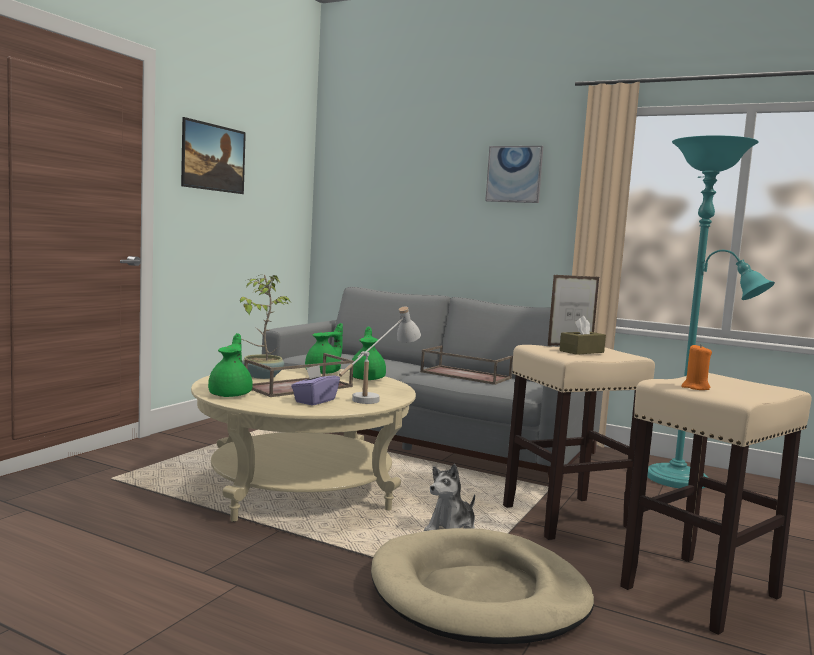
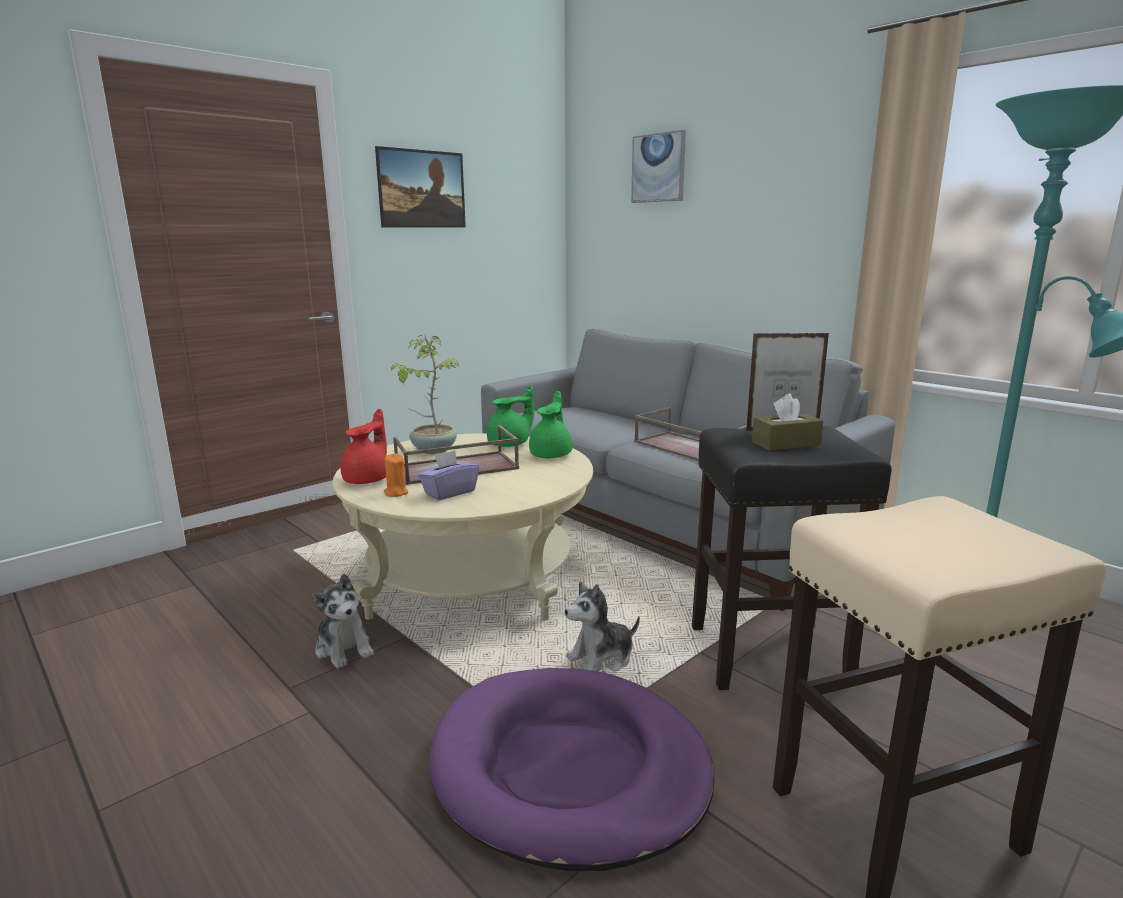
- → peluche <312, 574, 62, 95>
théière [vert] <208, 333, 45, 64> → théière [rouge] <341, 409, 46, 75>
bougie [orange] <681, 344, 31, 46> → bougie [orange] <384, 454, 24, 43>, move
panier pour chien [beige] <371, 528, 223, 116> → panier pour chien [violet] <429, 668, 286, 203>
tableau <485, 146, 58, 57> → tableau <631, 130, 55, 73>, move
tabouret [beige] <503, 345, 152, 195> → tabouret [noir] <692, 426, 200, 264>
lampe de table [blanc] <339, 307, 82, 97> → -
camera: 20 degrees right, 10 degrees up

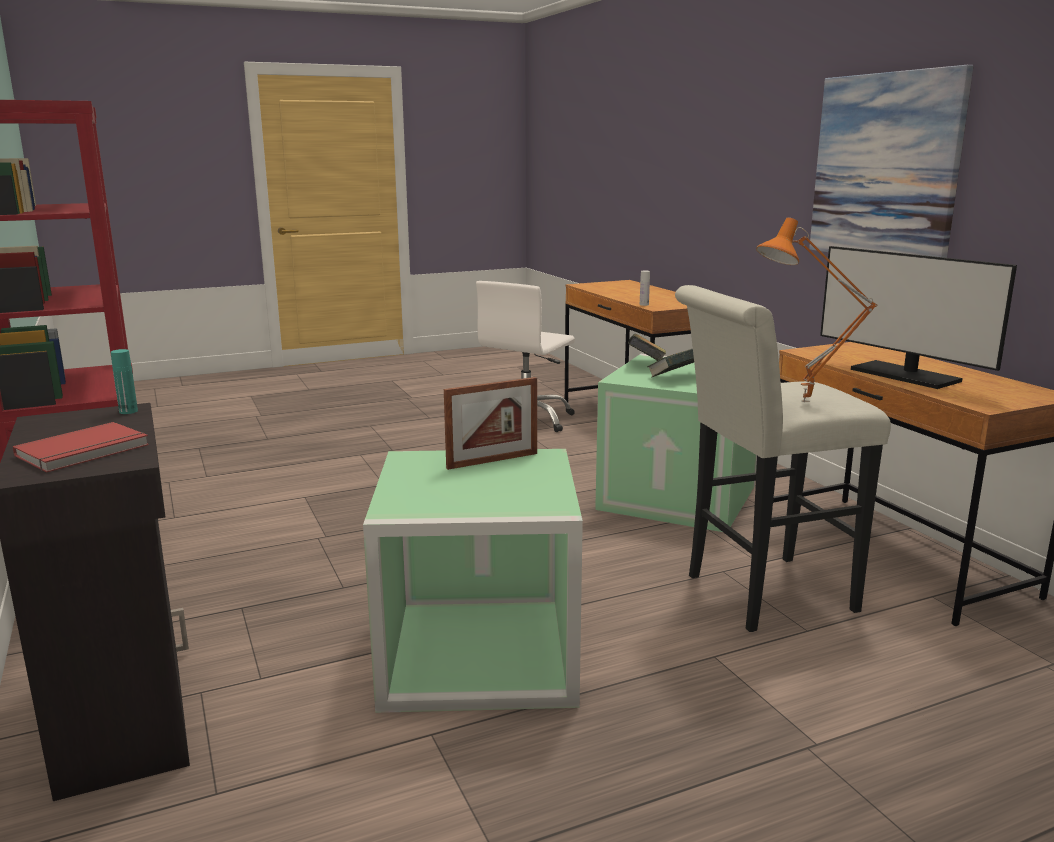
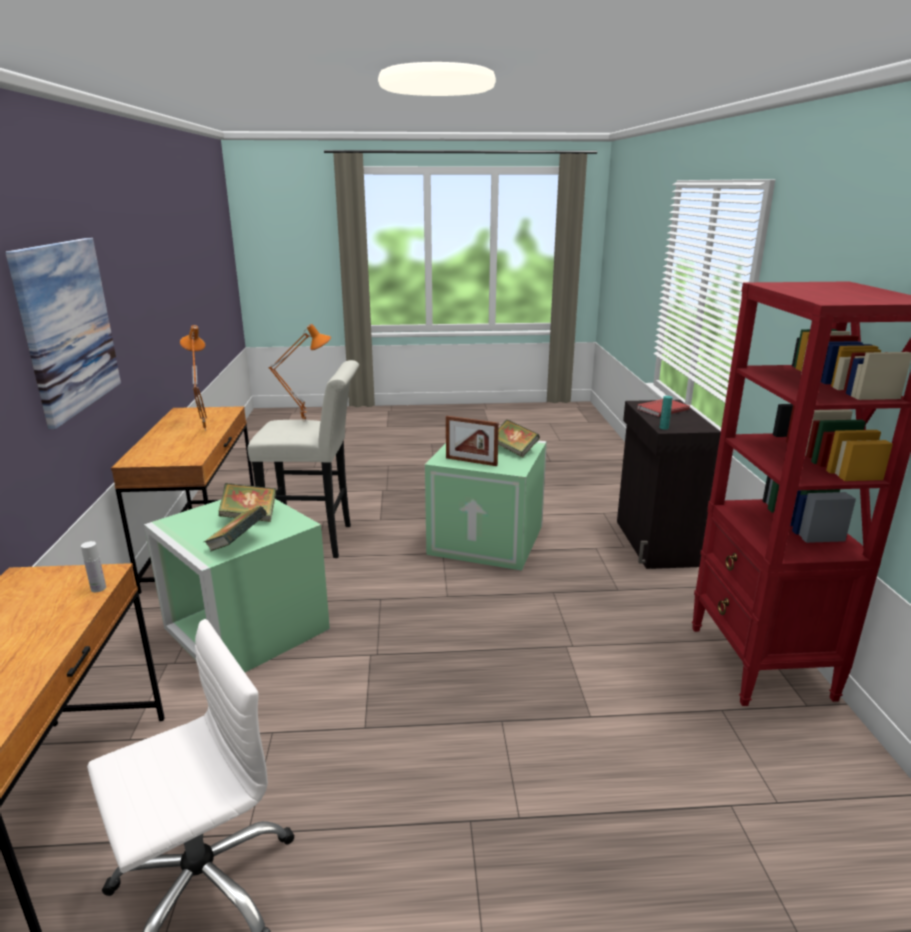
écran d'ordinateur <820, 246, 197, 143> → lampe de table [orange] <180, 325, 27, 105>
cadre photo <444, 377, 93, 93> → cadre photo <446, 416, 53, 50>, 150 degrees counterclockwise
- → livre <498, 419, 42, 38>
camera: 160 degrees left, 5 degrees up

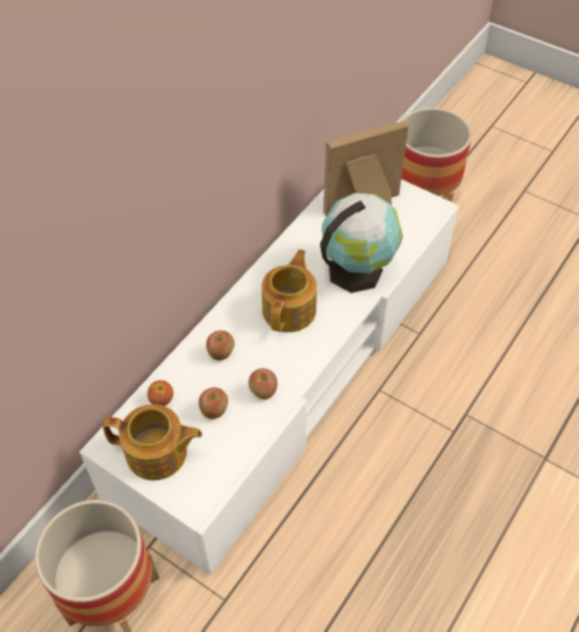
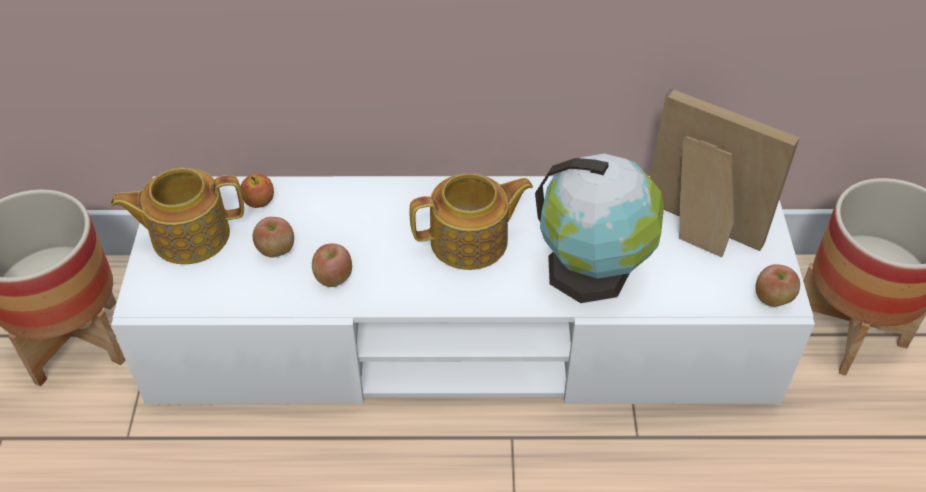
théière <103, 404, 99, 77> → théière <110, 168, 134, 96>, 105 degrees clockwise
pomme <206, 330, 28, 30> → pomme <755, 264, 45, 43>, move
camera: 55 degrees right, 5 degrees down

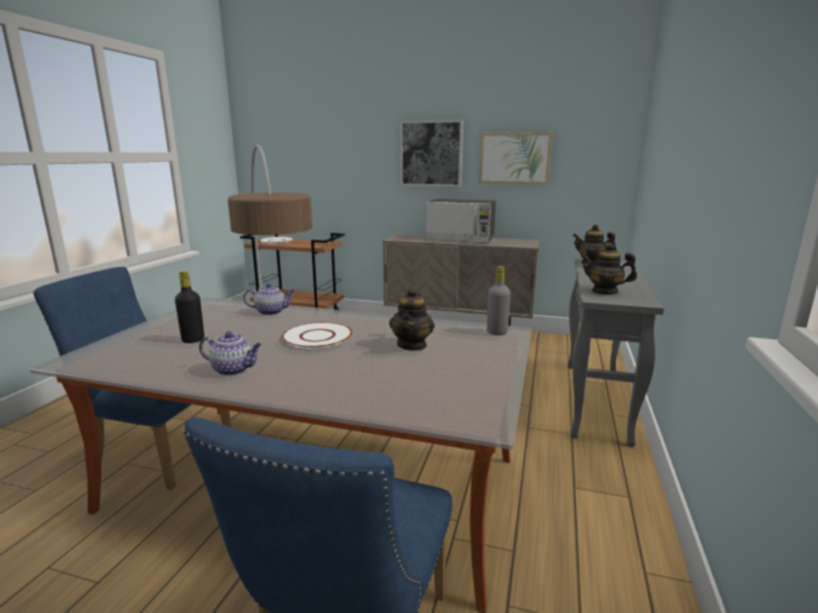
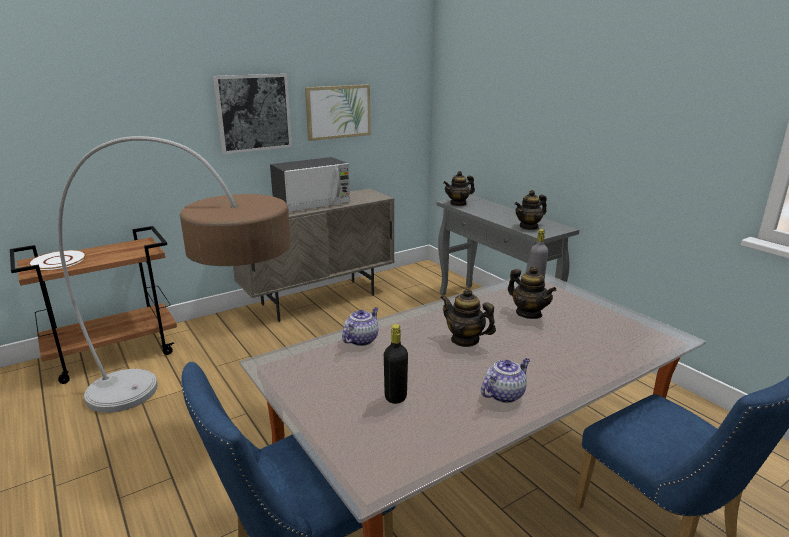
assiette [blanc] <282, 322, 70, 27> → théière <440, 288, 56, 59>
camera: 50 degrees left, 5 degrees up

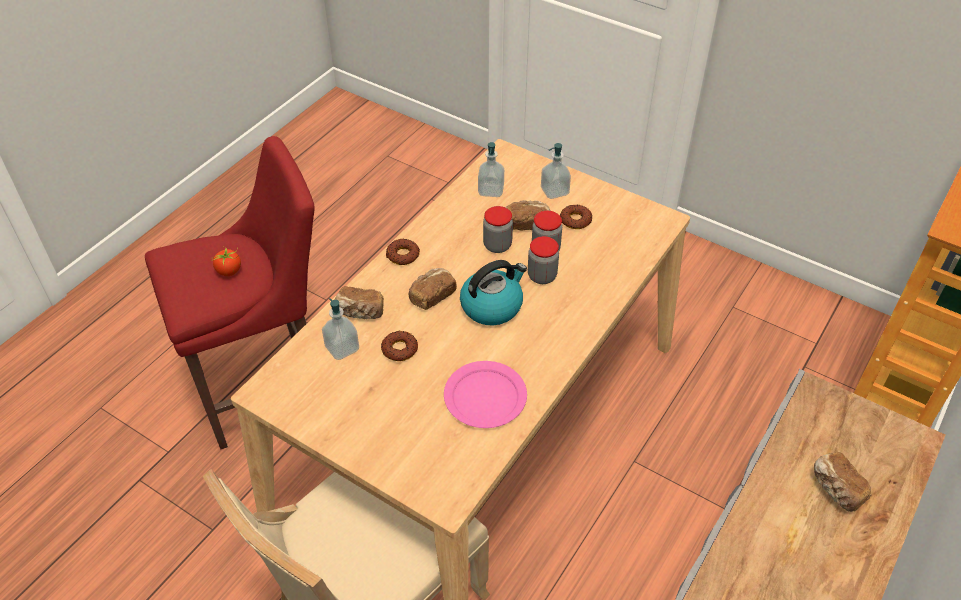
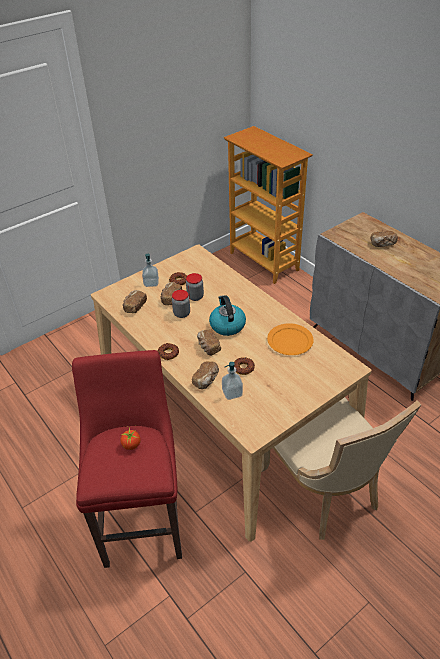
distributeur de savon <478, 142, 26, 55> → pain <122, 290, 25, 23>
assiette [rose] <444, 361, 83, 67> → assiette [orange] <267, 323, 47, 32>
bocal <528, 236, 31, 48> → -
camera: 70 degrees left, 5 degrees down

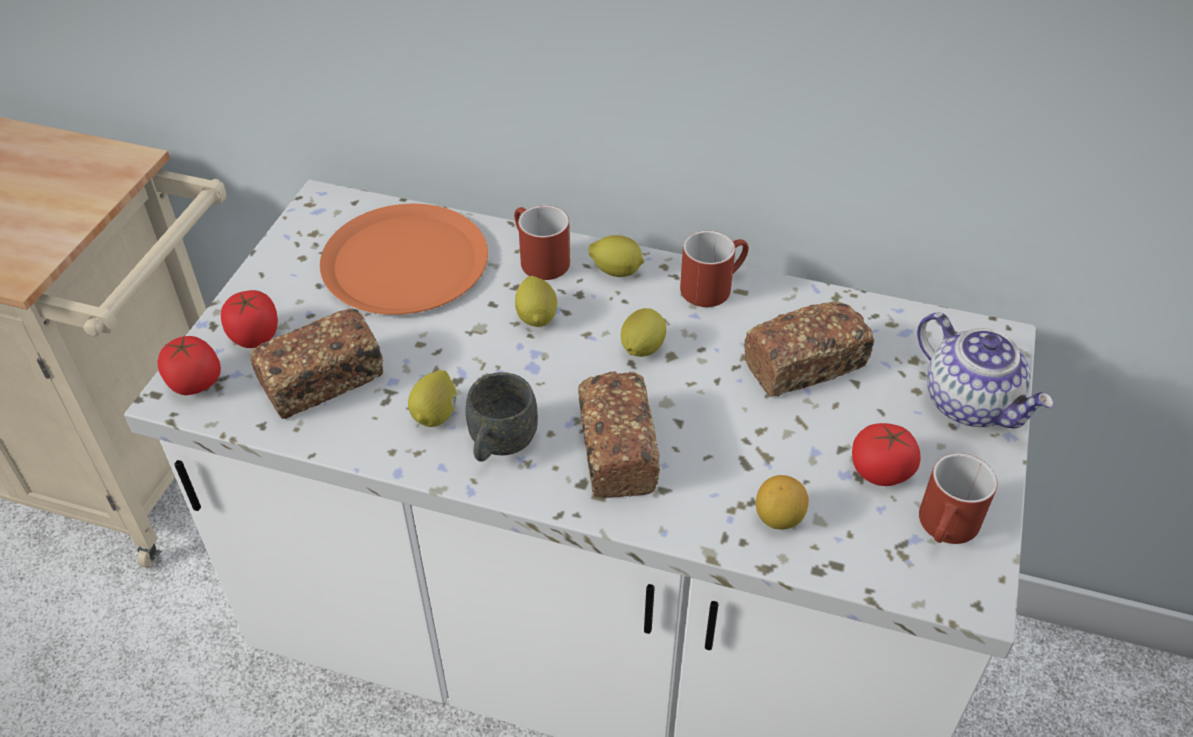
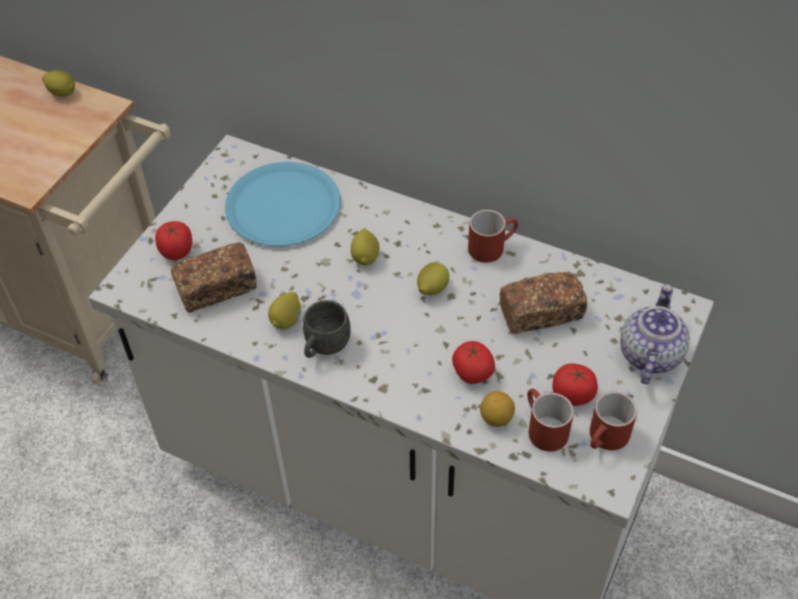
citron <588, 235, 56, 42> → citron <42, 70, 33, 27>, move
assiette [orange] <320, 204, 168, 111> → assiette [bleu] <225, 162, 116, 84>
tomate <157, 334, 64, 61> → tomate <452, 341, 43, 43>, move
mug [rouge] <514, 205, 56, 75> → mug [rouge] <527, 389, 47, 63>, move
théière <917, 313, 137, 116> → théière <620, 284, 70, 100>, 135 degrees counterclockwise
pain <578, 372, 82, 126> → -
camera: 10 degrees right, 5 degrees up

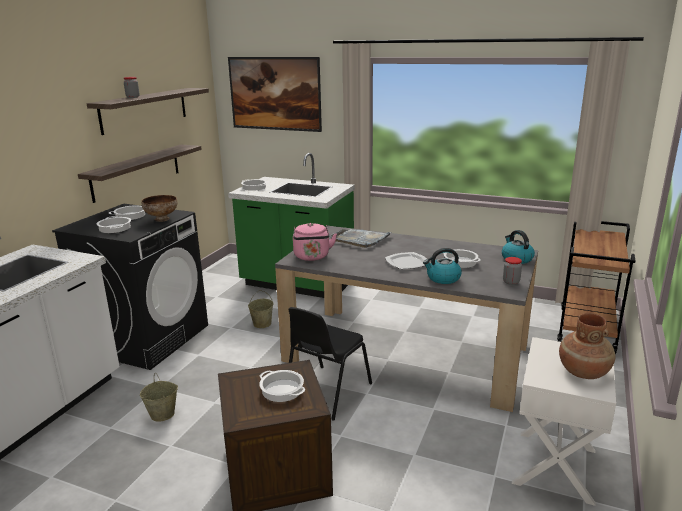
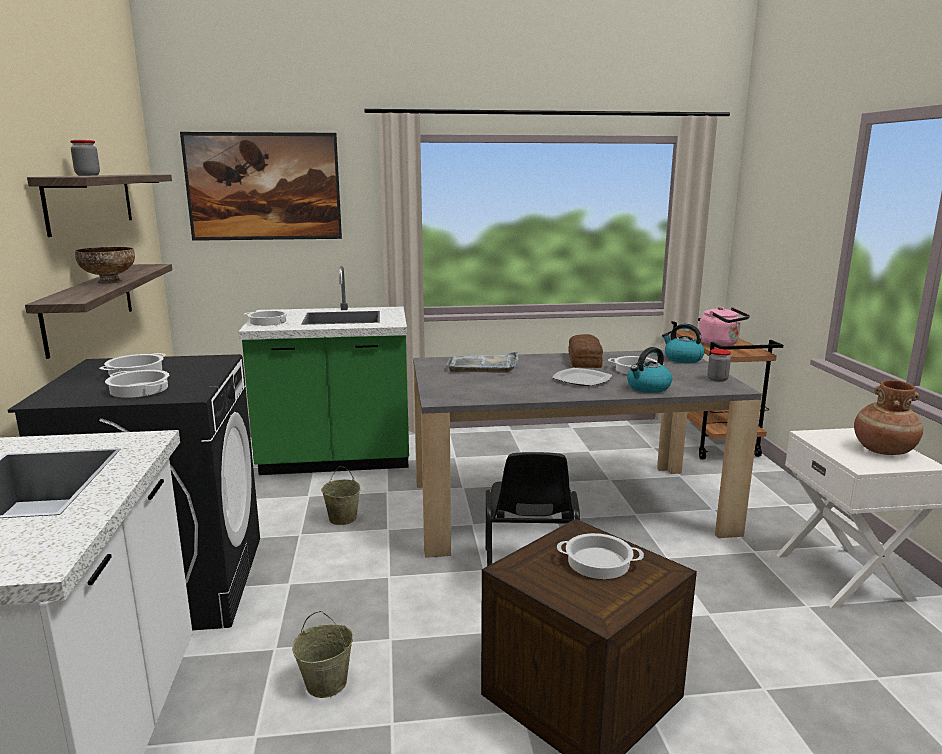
bol <141, 195, 36, 27> → bol <75, 247, 60, 37>, move
- → pain <568, 334, 35, 34>
bouilloire [rose] <293, 223, 44, 38> → bouilloire [rose] <699, 307, 51, 39>, move
camera: 30 degrees left, 5 degrees down

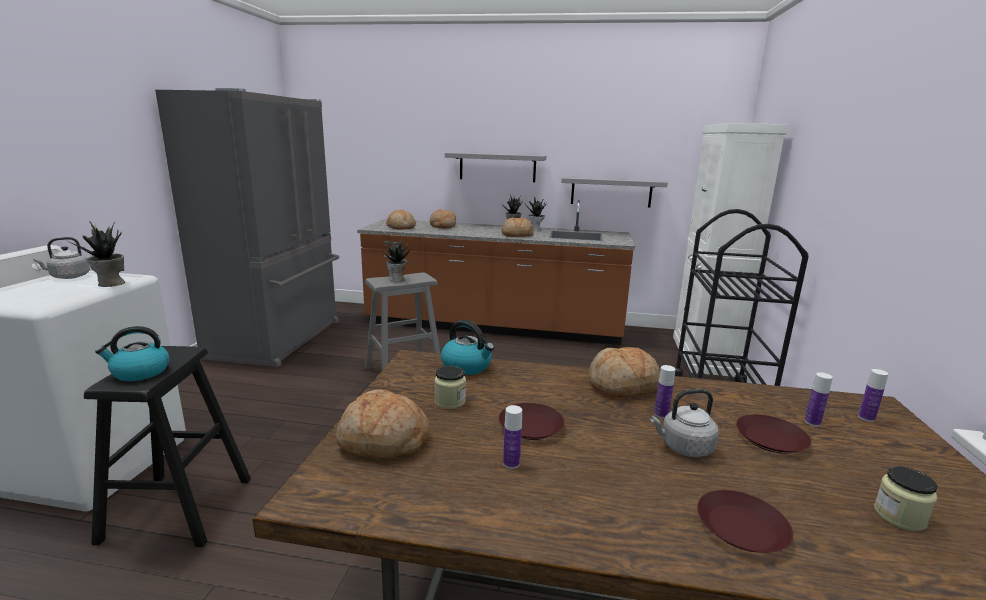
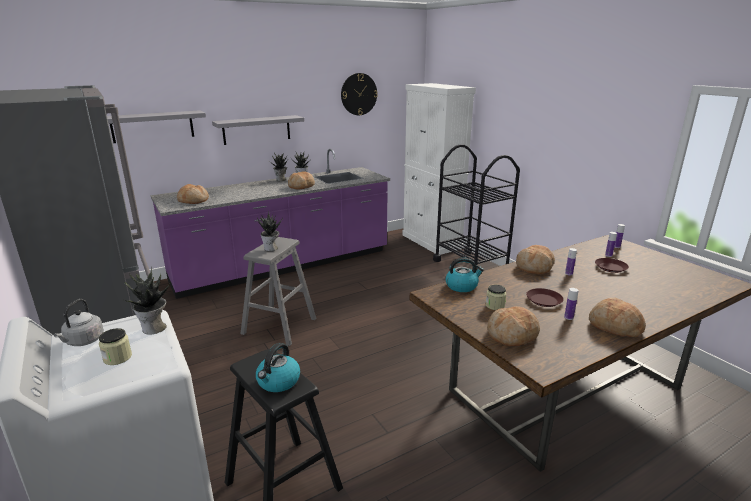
bocal <874, 466, 64, 65> → bocal <99, 328, 33, 37>, move
étagère [gris] <561, 176, 107, 32> → étagère [gris] <107, 110, 99, 33>, move
comptoir de cuisine [marron] <357, 200, 278, 145> → comptoir de cuisine [violet] <151, 149, 239, 150>
- → horloge murale <341, 73, 37, 42>
pain <430, 209, 26, 19> → pain <589, 298, 57, 39>, move
bouilloire [gris] <650, 389, 69, 68> → -
assiette [marron] <697, 490, 96, 63> → -
camera: 40 degrees left, 5 degrees up

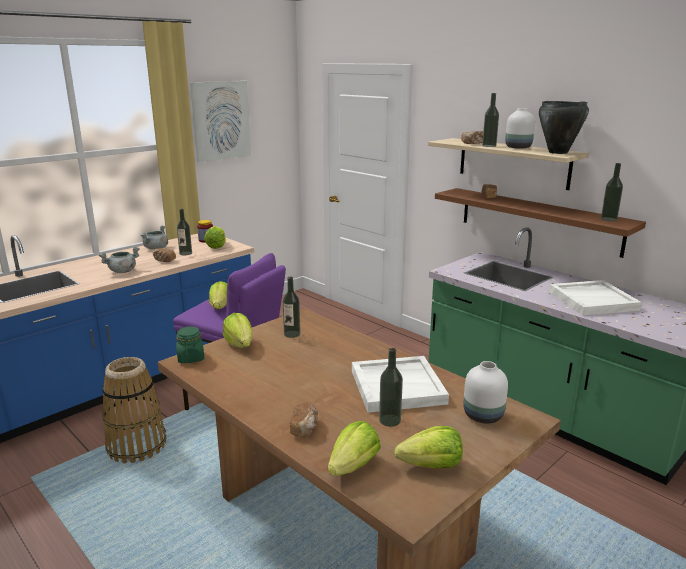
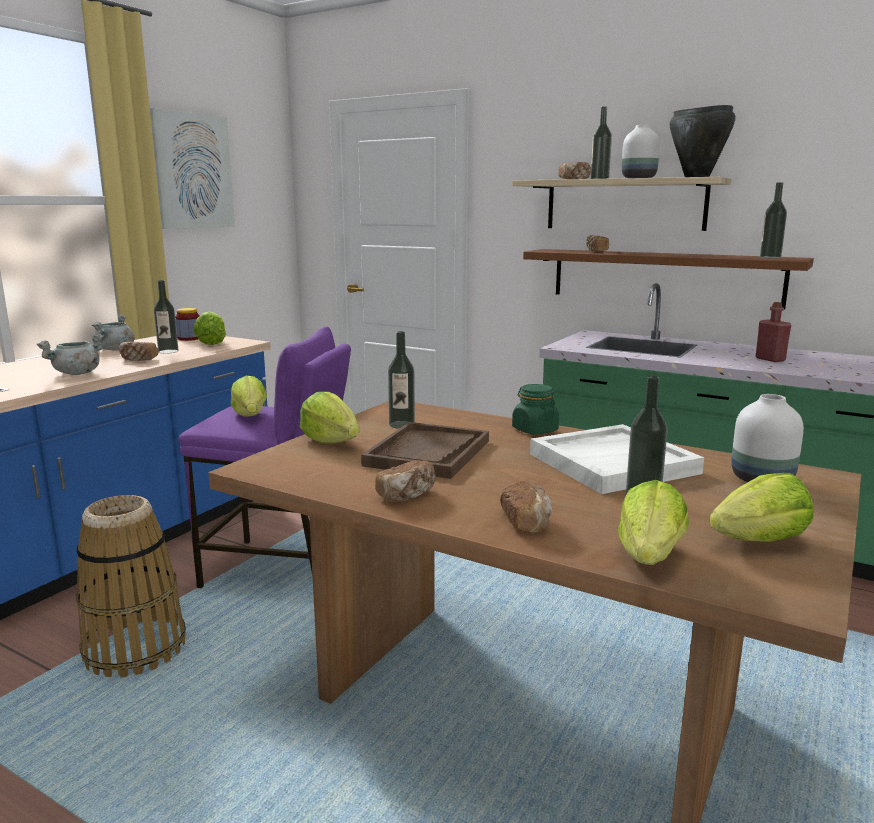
- → plateau [marron] <361, 422, 128, 57>
- → pain <375, 461, 61, 41>
bocal [vert] <176, 326, 28, 37> → bocal [vert] <512, 384, 47, 50>, move
plateau [blanc] <549, 280, 93, 36> → bouteille [rouge] <755, 302, 36, 60>
camera: 15 degrees left, 5 degrees down

